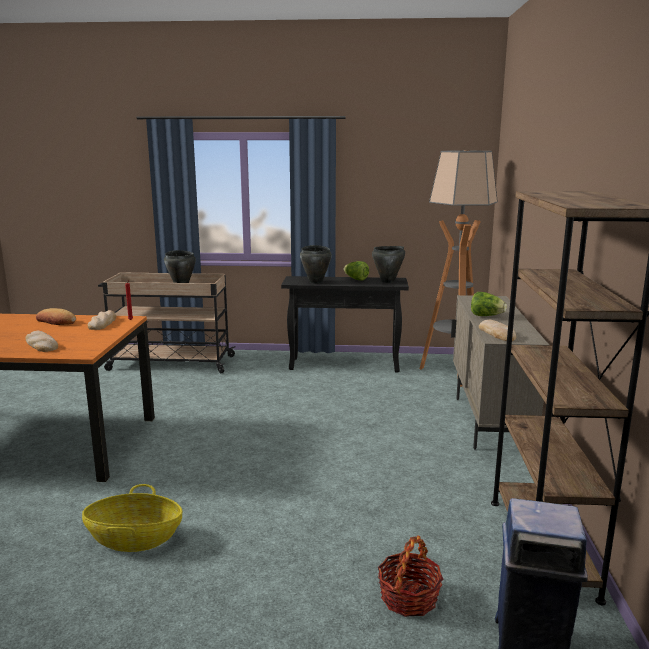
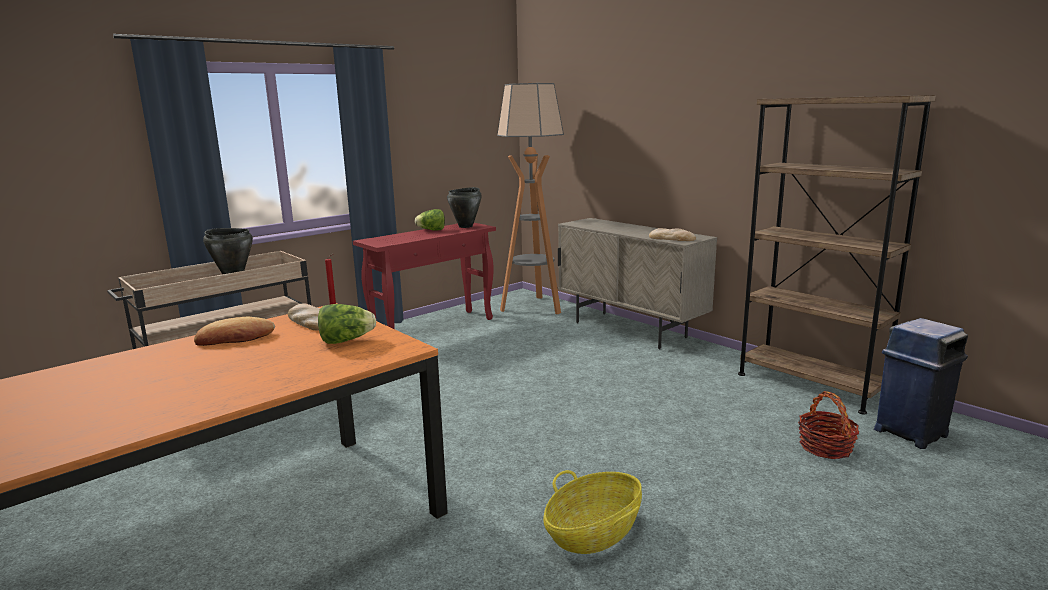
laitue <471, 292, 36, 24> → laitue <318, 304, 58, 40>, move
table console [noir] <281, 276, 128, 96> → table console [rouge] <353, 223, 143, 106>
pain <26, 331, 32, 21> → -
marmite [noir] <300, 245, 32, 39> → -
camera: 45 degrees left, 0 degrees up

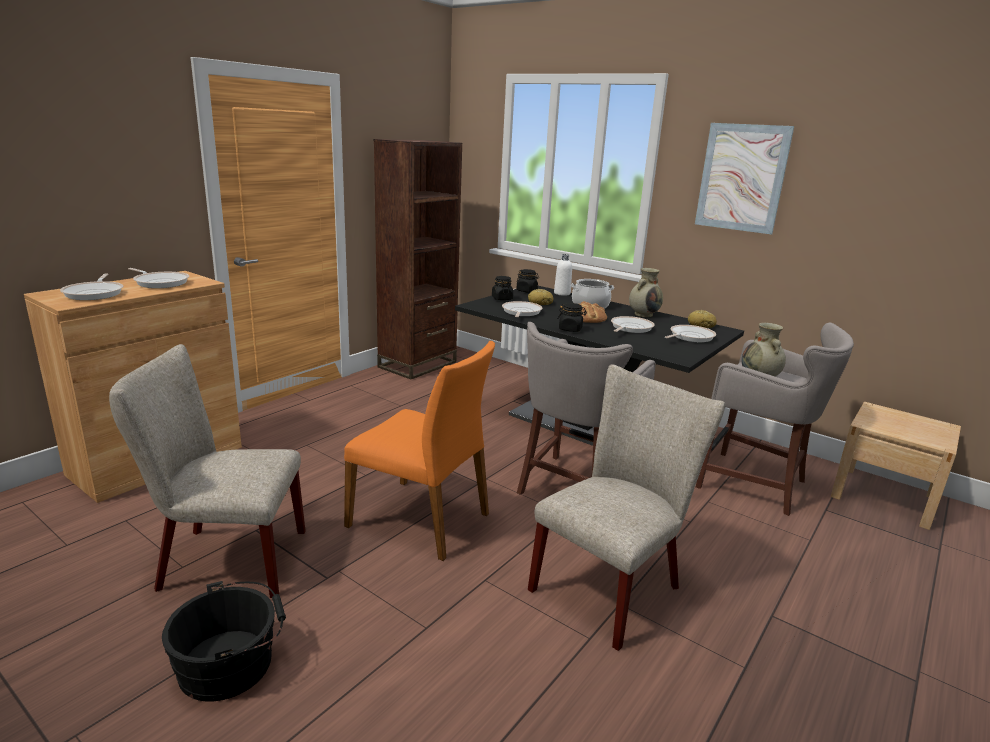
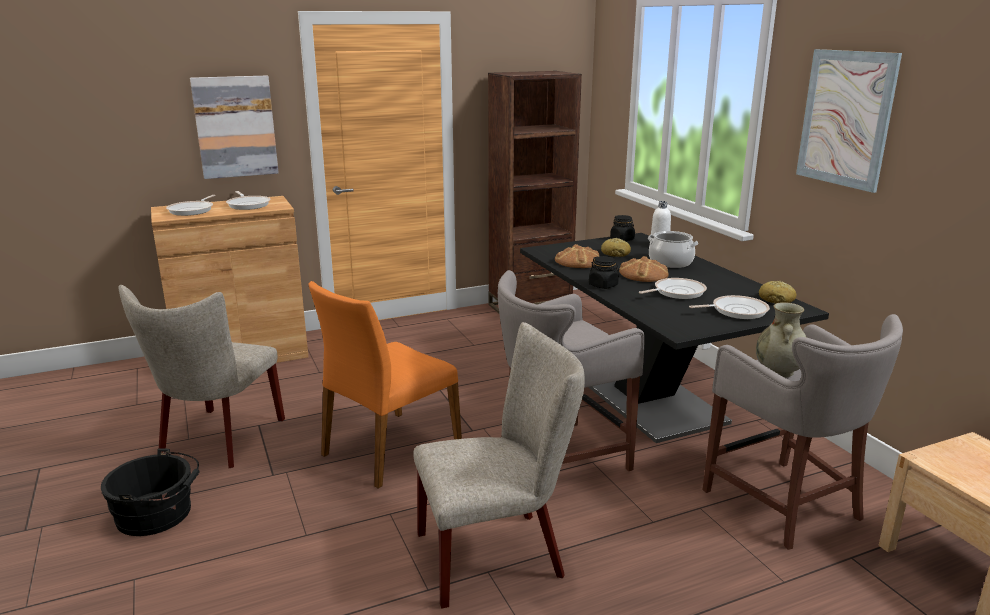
chaise [beige] <109, 344, 197, 254> → chaise [beige] <119, 285, 166, 183>, 105 degrees counterclockwise
- → tableau <190, 76, 89, 103>
chaise [orange] <344, 341, 151, 220> → chaise [orange] <309, 281, 153, 207>, 75 degrees clockwise
poêle <502, 301, 41, 16> → pain <555, 244, 44, 24>
bocal [noir] <492, 276, 21, 24> → -
vase [beige] <629, 268, 34, 49> → -
camera: 30 degrees right, 0 degrees up

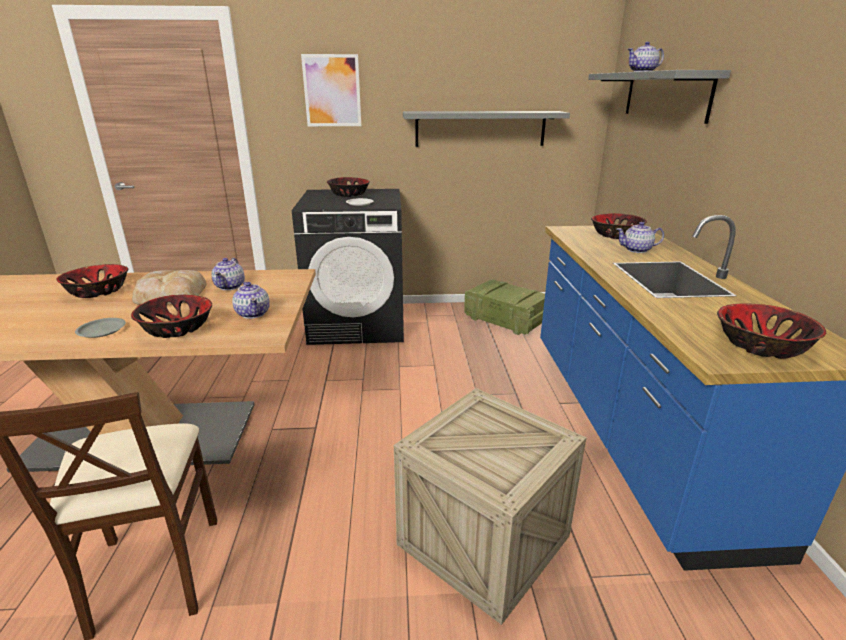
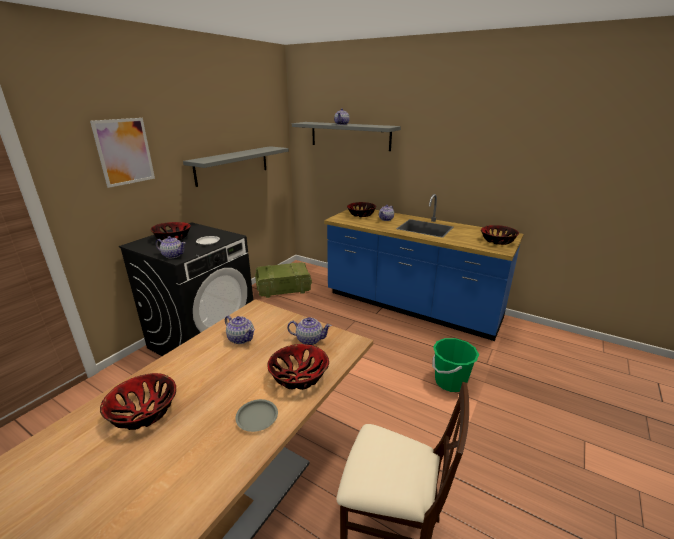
- → théière <156, 236, 30, 23>
caisse <394, 388, 193, 237> → seau [vert] <432, 338, 47, 54>
pain <132, 270, 74, 35> → -
camera: 55 degrees left, 0 degrees up

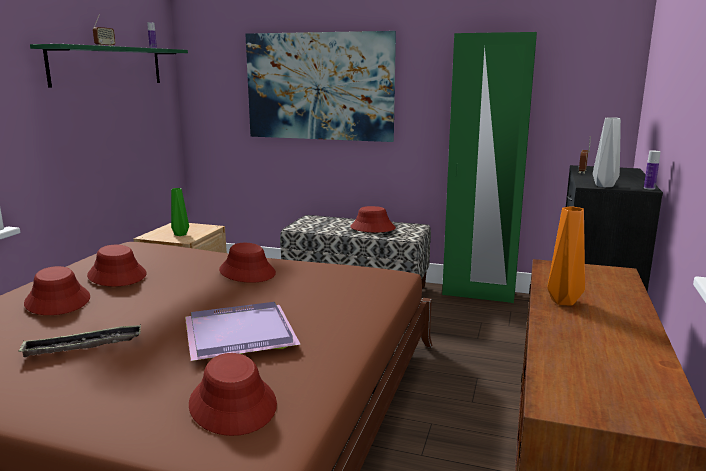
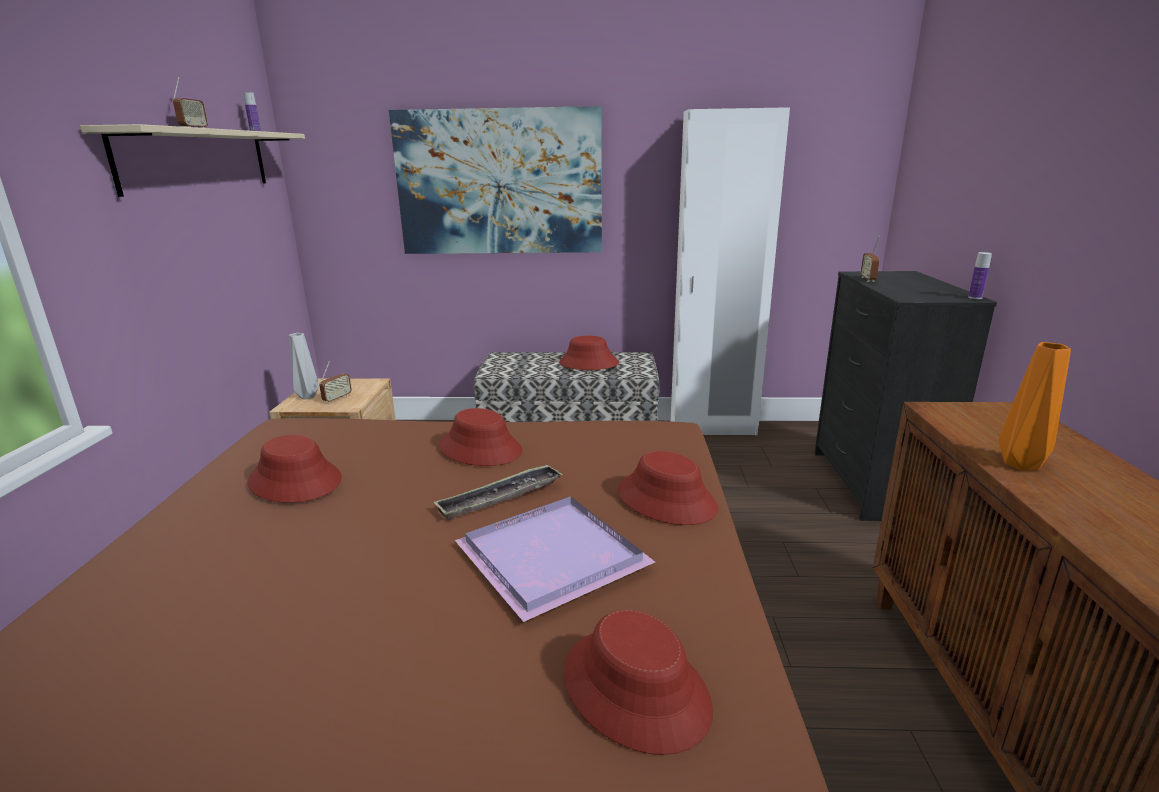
étagère [vert] <30, 44, 158, 44> → étagère [beige] <80, 124, 225, 73>
vase [gris] <593, 117, 28, 70> → vase [gris] <289, 333, 30, 66>, move
vase [vert] <171, 188, 18, 48> → radio <319, 361, 33, 42>
plateau <18, 324, 123, 33> → plateau <433, 464, 130, 56>, move
chapeau [rouge] <24, 266, 66, 49> → chapeau [rouge] <618, 451, 100, 74>, move
armoire [vert] <442, 32, 95, 271> → armoire [blanc] <671, 107, 119, 328>
camera: 15 degrees left, 5 degrees up

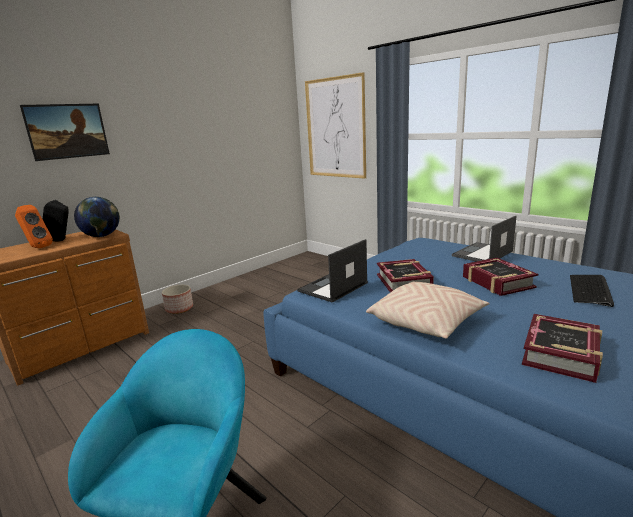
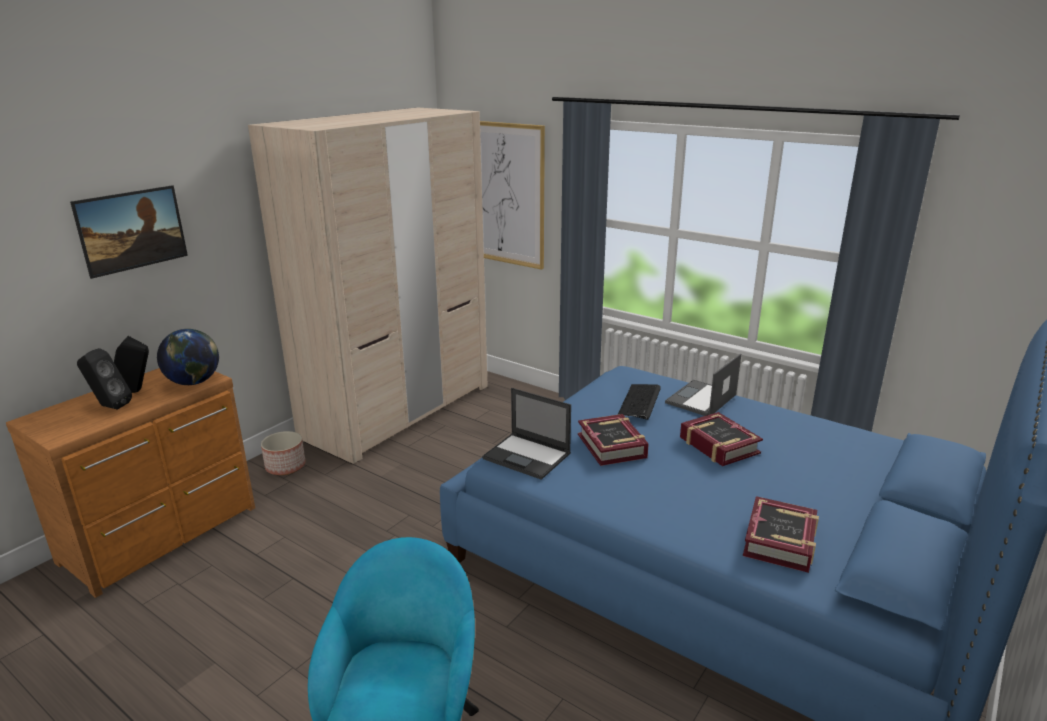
enceinte [orange] <15, 205, 38, 43> → enceinte [noir] <77, 348, 55, 62>
- → armoire [beige] <248, 107, 240, 357>
ordinateur portable <297, 239, 71, 64> → ordinateur portable <482, 388, 89, 92>, 90 degrees counterclockwise
clavier <570, 275, 44, 32> → clavier <618, 384, 43, 36>, move
coussin [beige] <366, 282, 124, 57> → -
camera: 10 degrees left, 5 degrees up

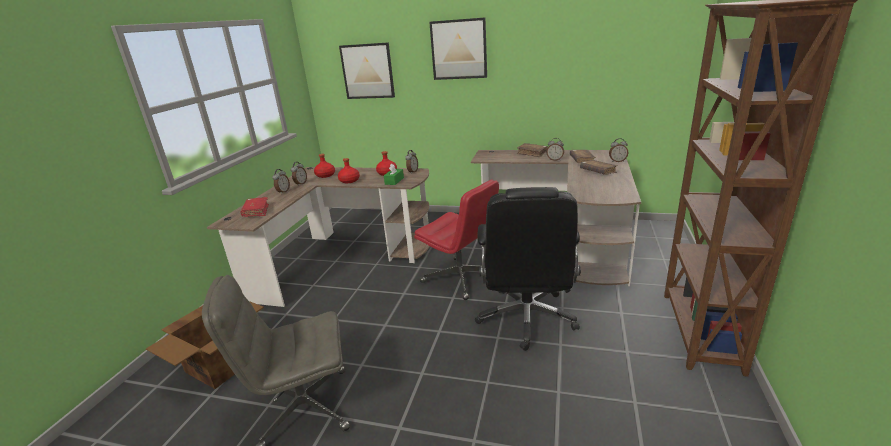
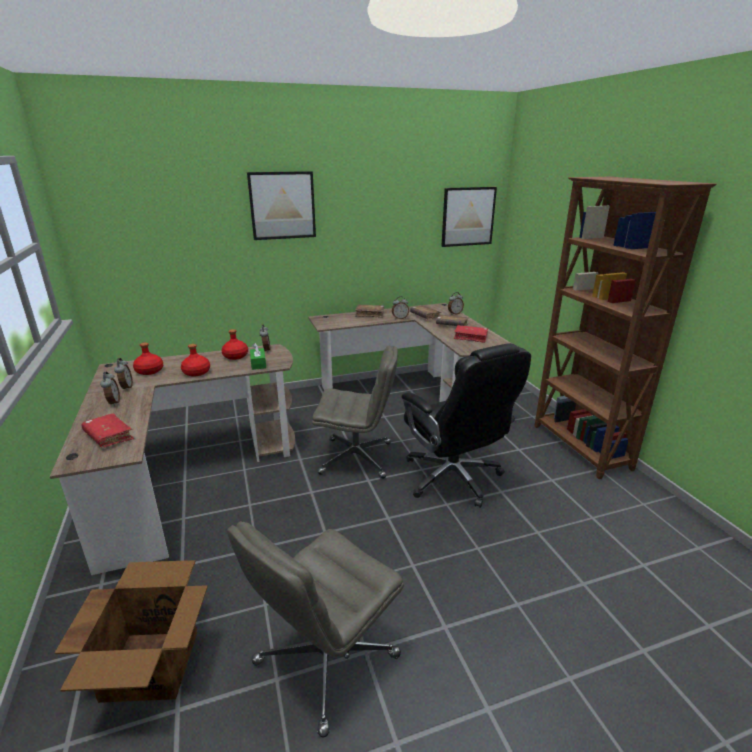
chaise de bureau [rouge] <414, 180, 85, 120> → chaise de bureau [gris] <312, 346, 86, 133>
tableau <339, 42, 56, 57> → tableau <441, 187, 56, 60>, move
- → livre [rouge] <454, 325, 34, 18>
camera: 35 degrees left, 0 degrees up

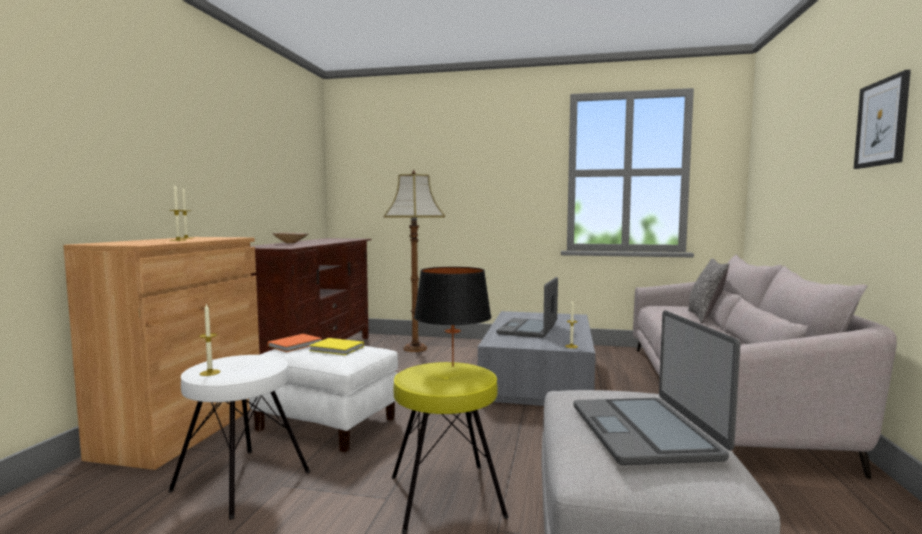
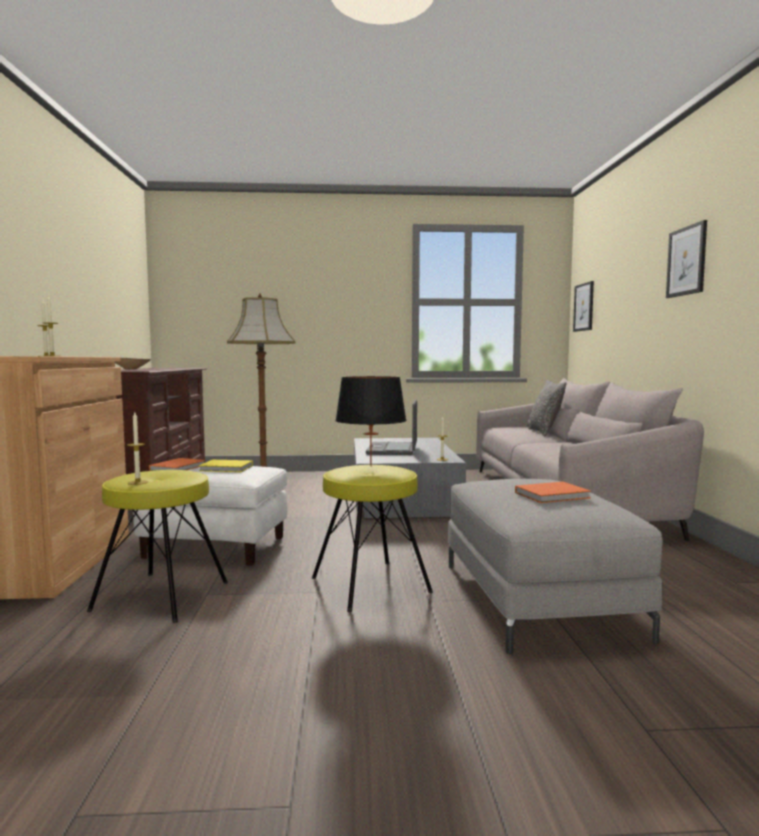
tabouret [blanc] <168, 355, 142, 165> → tabouret [jaune] <87, 470, 141, 153>
ordinateur portable <574, 310, 166, 155> → livre [orange] <515, 482, 76, 21>
- → tableau <573, 281, 21, 51>
camera: 15 degrees left, 0 degrees up

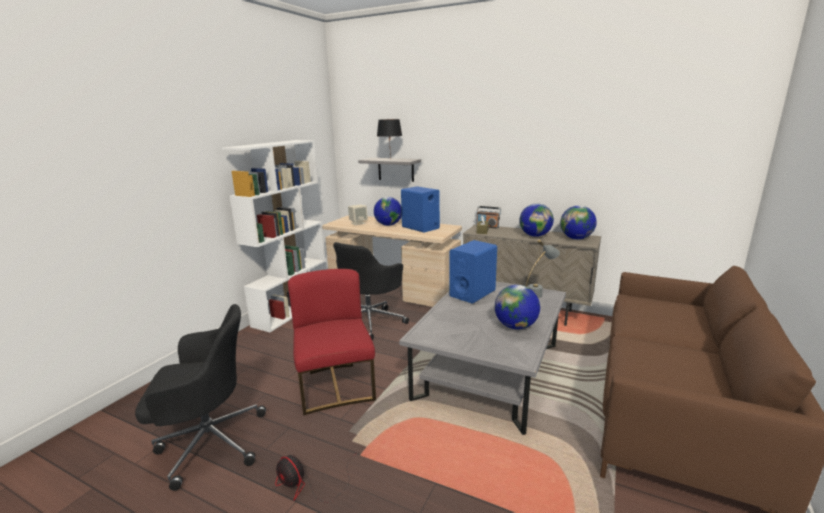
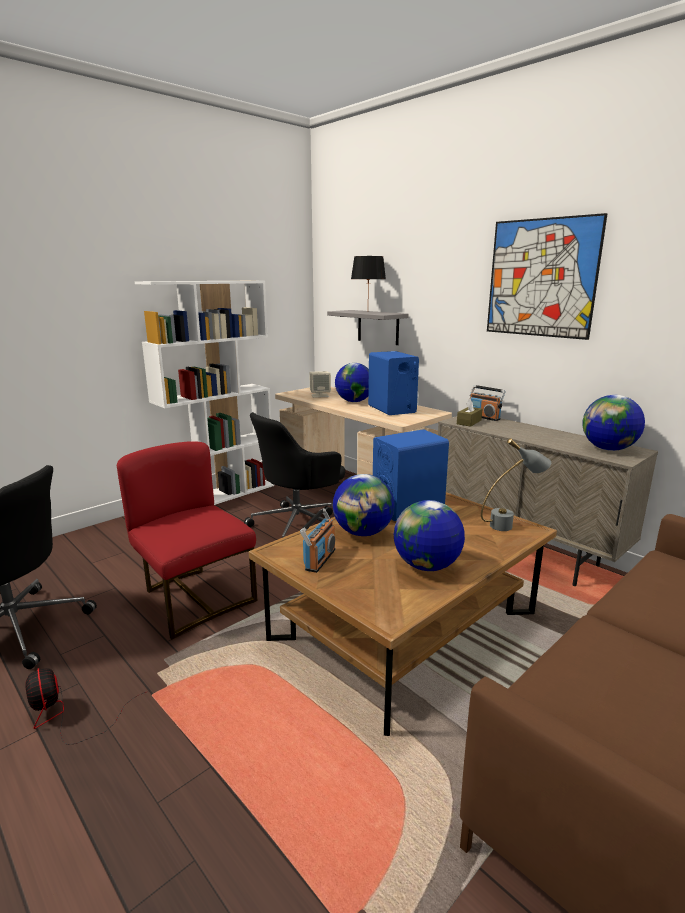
chaise [rouge] <288, 269, 88, 146> → chaise [rouge] <117, 441, 140, 199>, 45 degrees counterclockwise
table basse [gris] <399, 281, 167, 154> → table basse [marron] <249, 492, 308, 244>
- → radio <300, 508, 35, 65>
globe <519, 203, 35, 34> → globe <333, 474, 62, 62>, move
- → tableau <487, 213, 121, 127>
camera: 20 degrees right, 0 degrees up

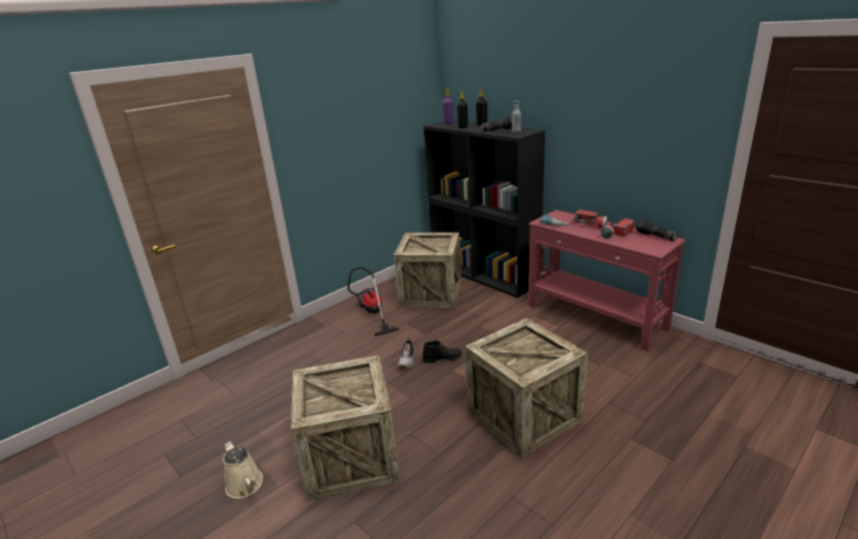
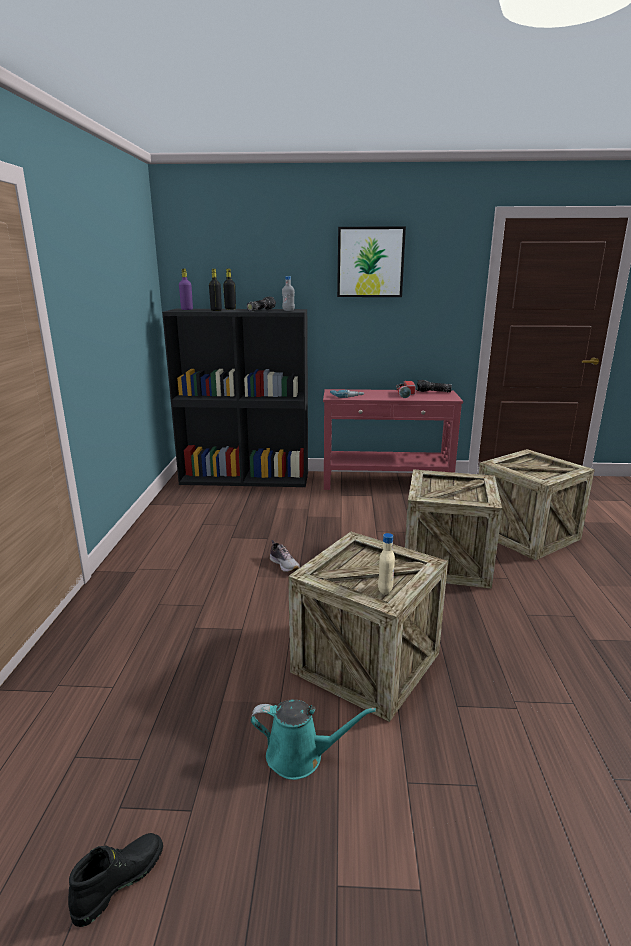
botte [noir] <423, 340, 39, 23> → botte [noir] <68, 833, 95, 94>, move
arrosoir [beige] <223, 441, 40, 58> → arrosoir [turquoise] <250, 699, 126, 81>
- → tableau <337, 226, 69, 71>
- → bouteille [beige] <378, 533, 17, 62>
caisse <393, 232, 68, 76> → caisse <479, 449, 116, 111>, move
aspirateur <347, 267, 52, 69> → -
lampe de poche <573, 210, 34, 18> → -
camera: 45 degrees left, 5 degrees down

